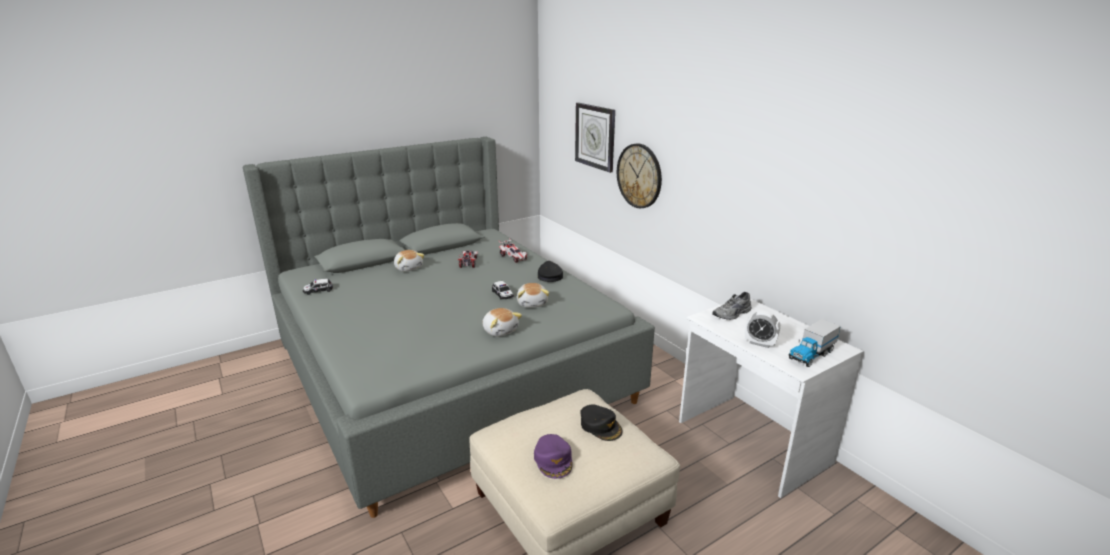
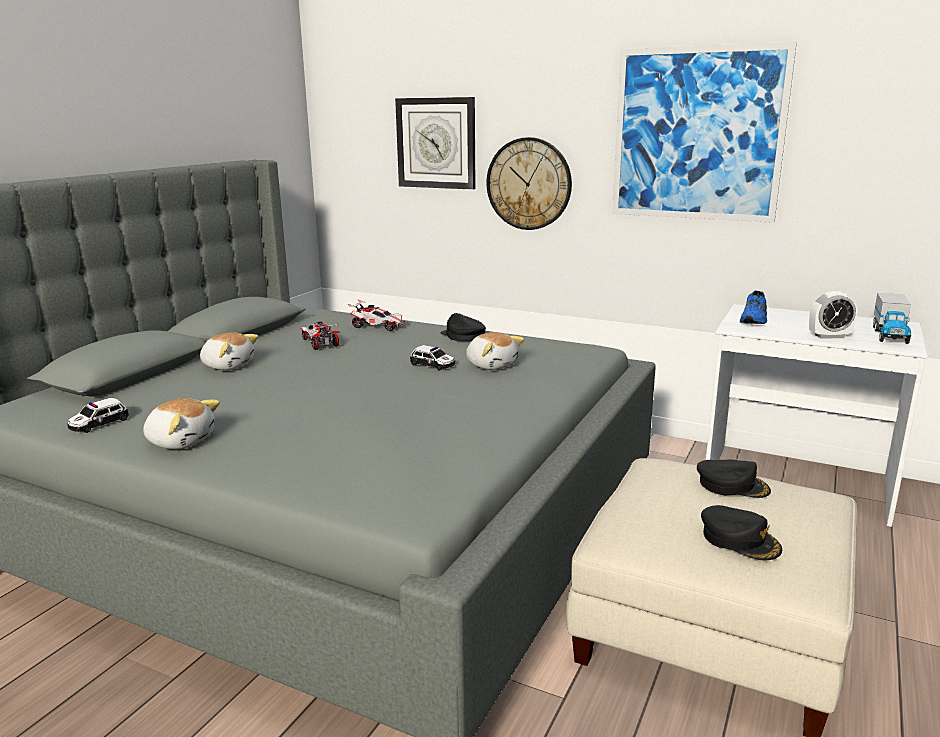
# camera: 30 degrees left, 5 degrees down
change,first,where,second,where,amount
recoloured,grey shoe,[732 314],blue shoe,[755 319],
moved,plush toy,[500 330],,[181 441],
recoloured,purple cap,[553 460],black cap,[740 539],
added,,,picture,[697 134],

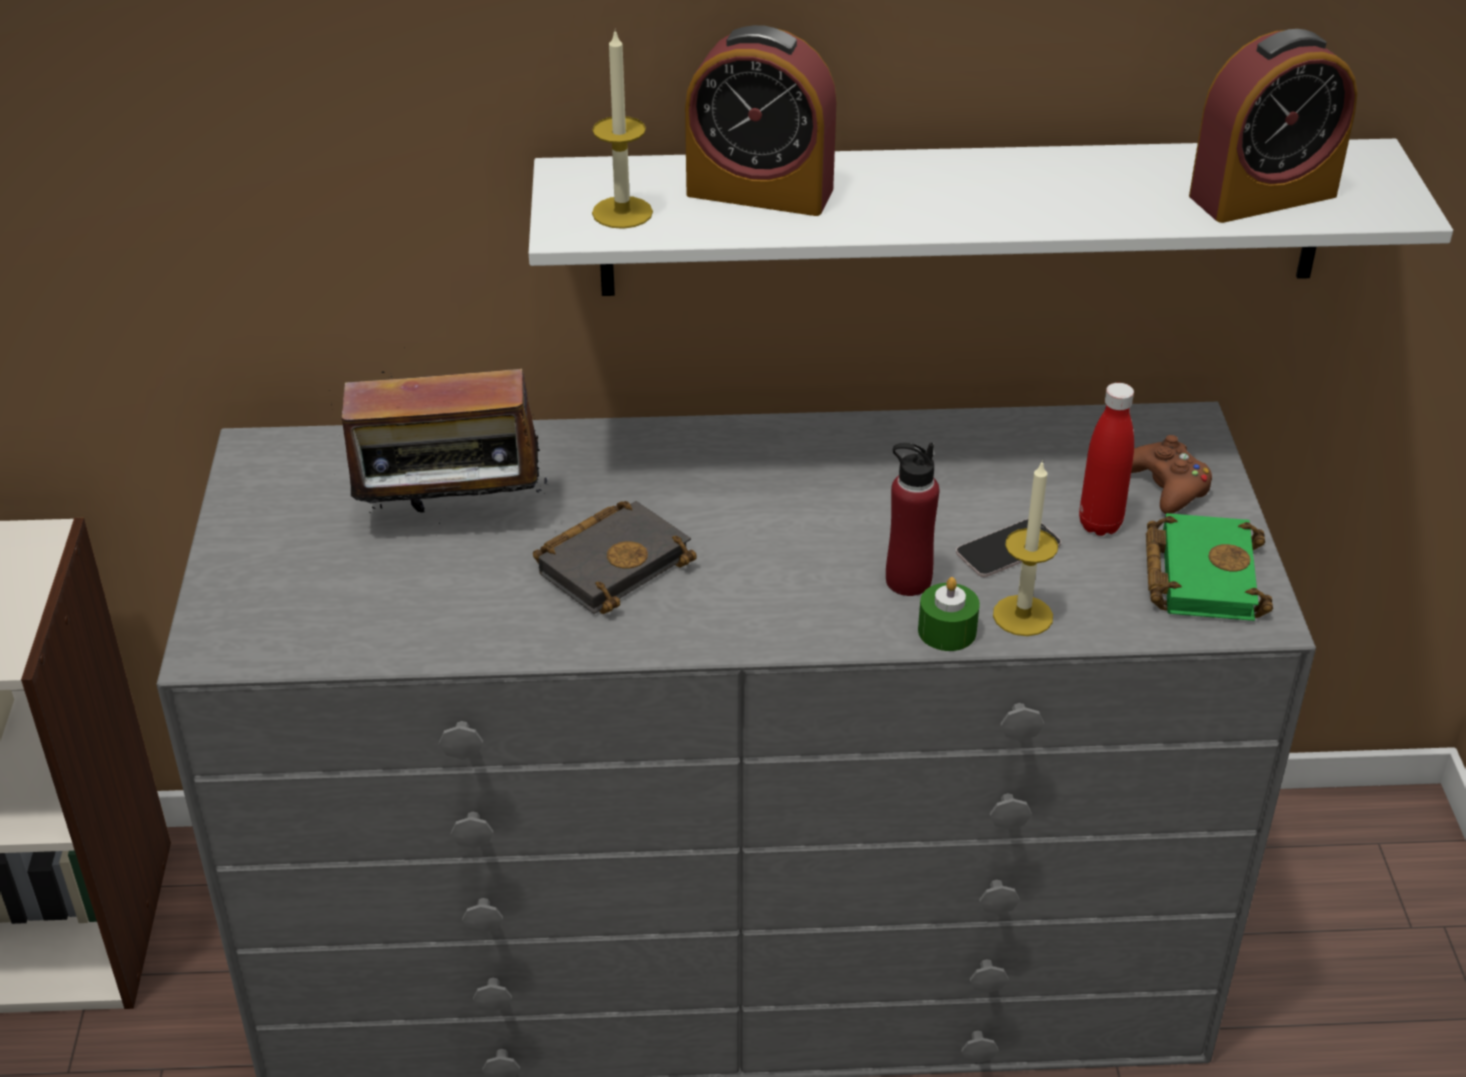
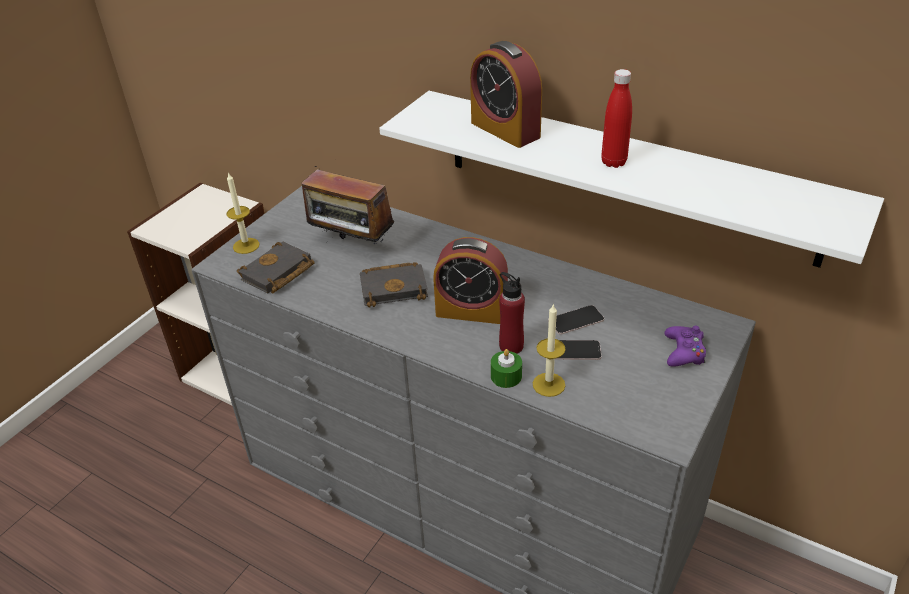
# camera: 35 degrees right, 0 degrees up
change,first,where,second,where,amount
moved,candle,[622 212],,[246 246],
moved,alarm clock,[1262 195],,[471 311],
moved,red bottle,[1100 524],,[613 162],
recoloured,brown game controller,[1166 486],purple game controller,[684 352],
removed,green book,[1199 574],,,
added,,,black book,[277 274],
added,,,phone,[576 320],

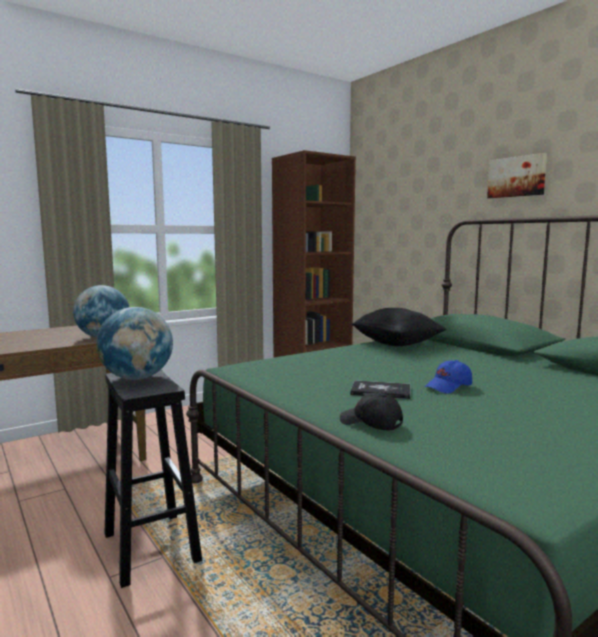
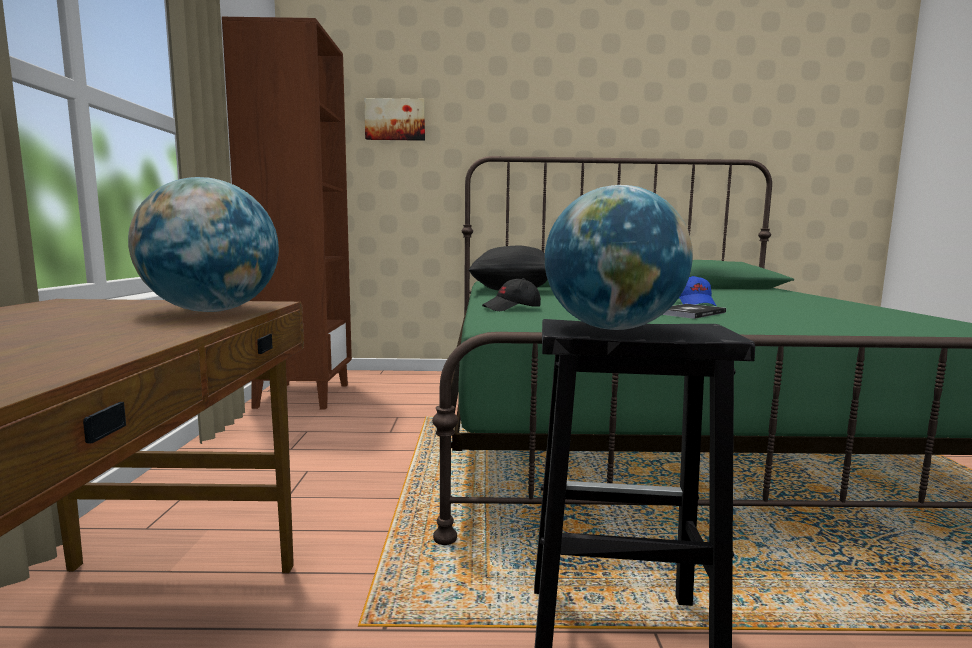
# camera: 55 degrees left, 0 degrees up
change,first,where,second,where,amount
moved,picture,[517 177],,[395 120],
moved,black cap,[370 424],,[512 309],

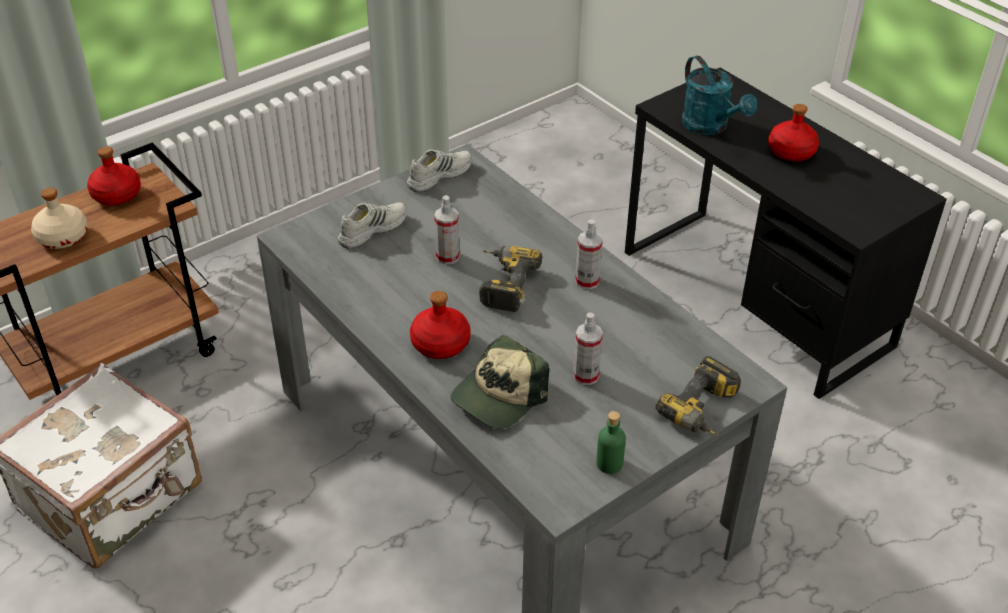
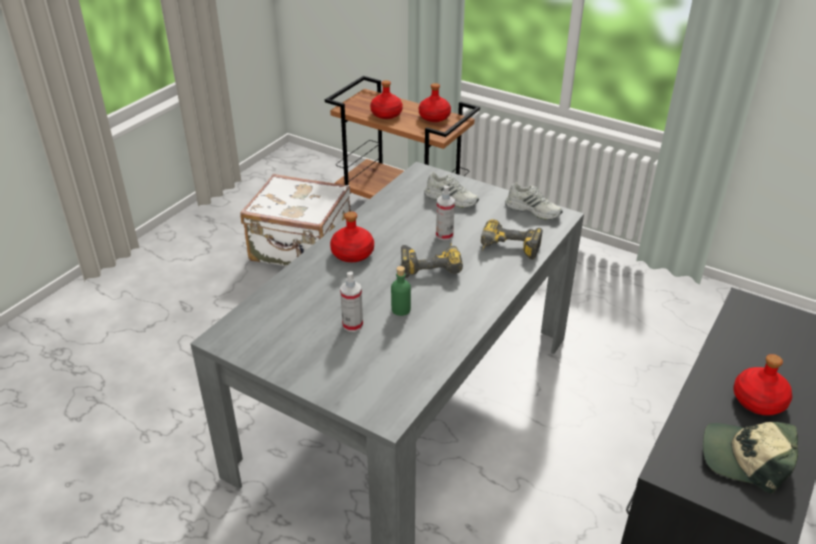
# camera: 70 degrees right, 5 degrees down
change,first,where,second,where,amount
removed,turquoise watering can,[710 127],,,
recoloured,beige bottle,[63 237],red bottle,[386 114],
removed,spray bottle,[587 281],,,
moved,cap,[499 396],,[745 458],
moved,power drill,[704 412],,[508 250],
moved,green bottle,[609 463],,[401 309],

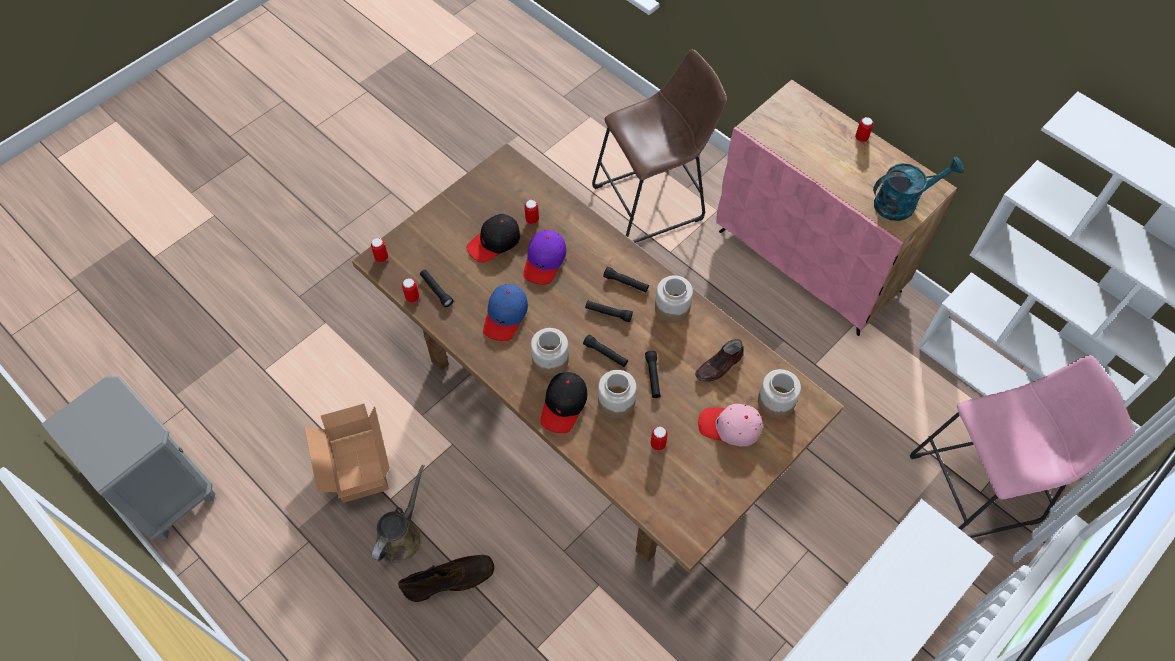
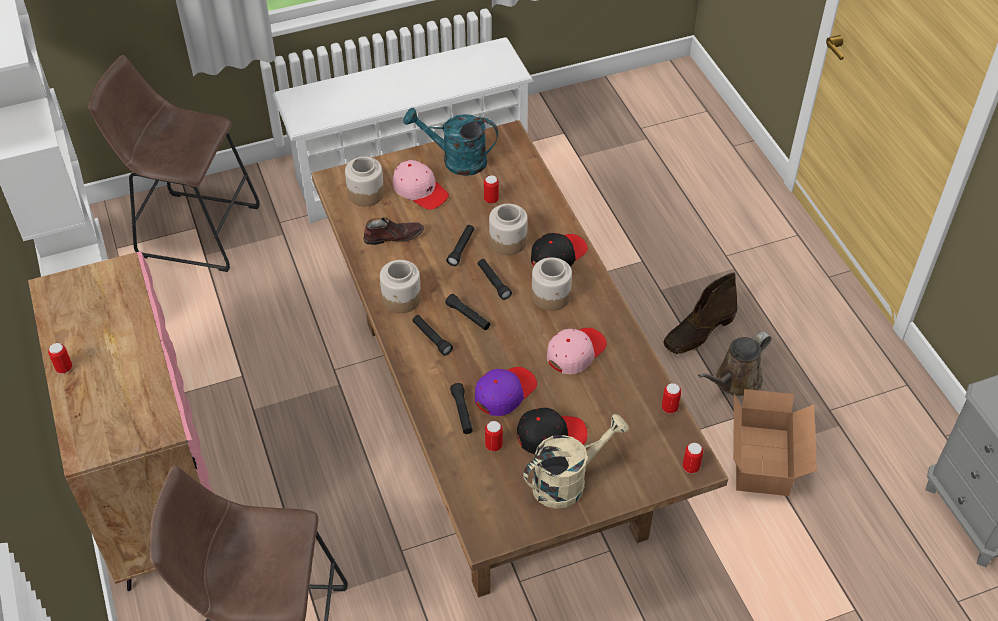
# camera: 155 degrees left, 10 degrees down
change,first,where,second,where,amount
moved,turquoise watering can,[902 203],,[456 160],
moved,black flashlight,[436 290],,[462 412],
recoloured,blue cap,[505 316],pink cap,[575 352],
recoloured,pink stool,[981 488],brown stool,[192 229],
turned,brown boot,[450 579],,[699 331],45 degrees counterclockwise
added,,,beige watering can,[567 481],

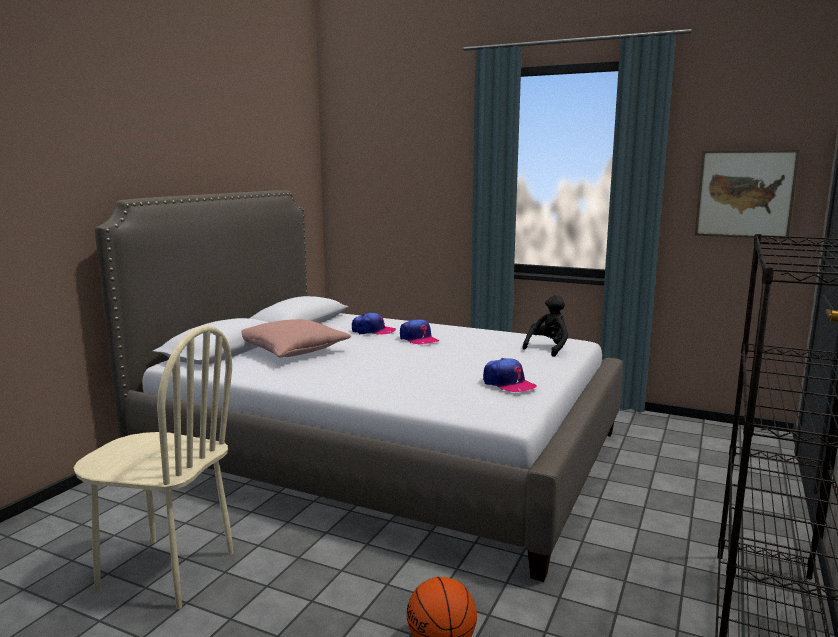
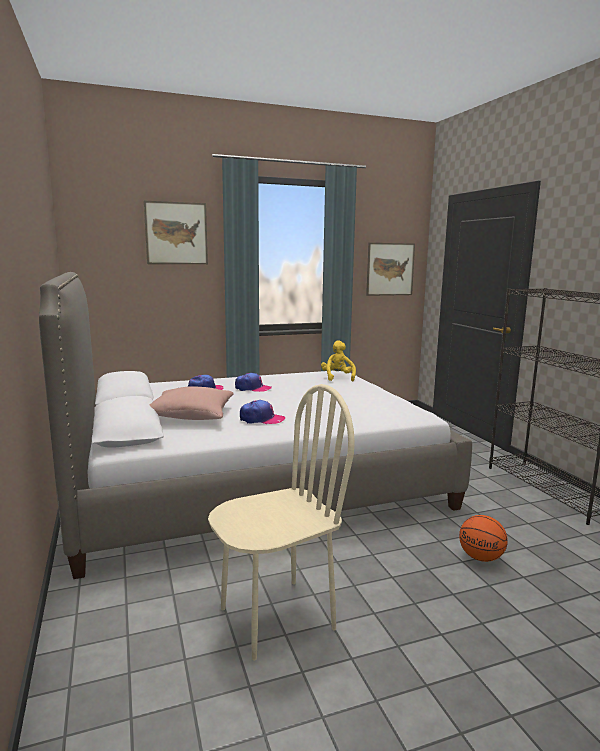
# camera: 45 degrees left, 0 degrees up
change,first,where,second,where,amount
recoloured,black plush toy,[548 348],yellow plush toy,[337 377],
moved,cap,[508 384],,[261 419],
added,,,picture,[176 233],

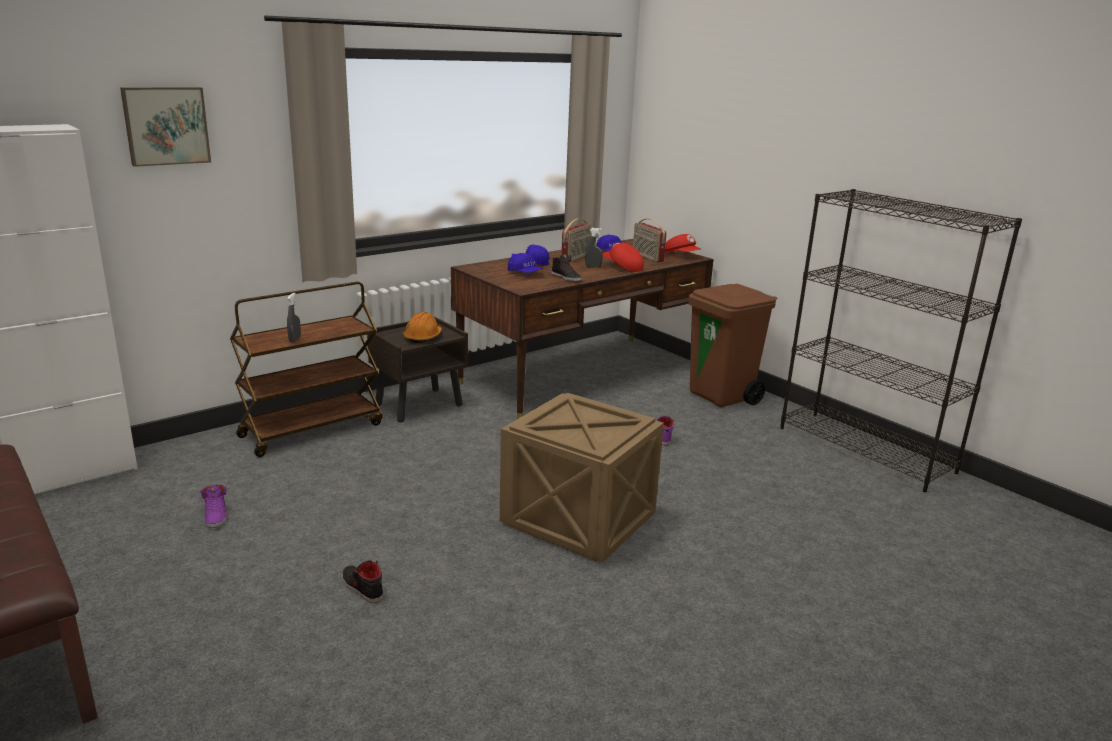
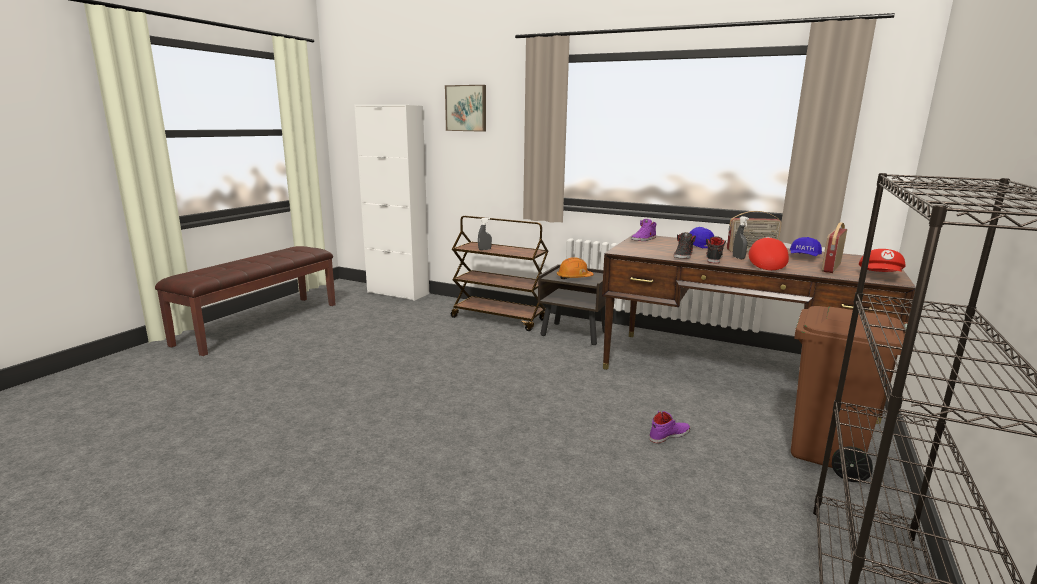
# camera: 65 degrees right, 5 degrees down
change,first,where,second,where,amount
removed,blue cap,[525 273],,,
removed,crate,[576 519],,,
moved,purple shoe,[216 515],,[643 239],
moved,black shoe,[361 587],,[713 258],

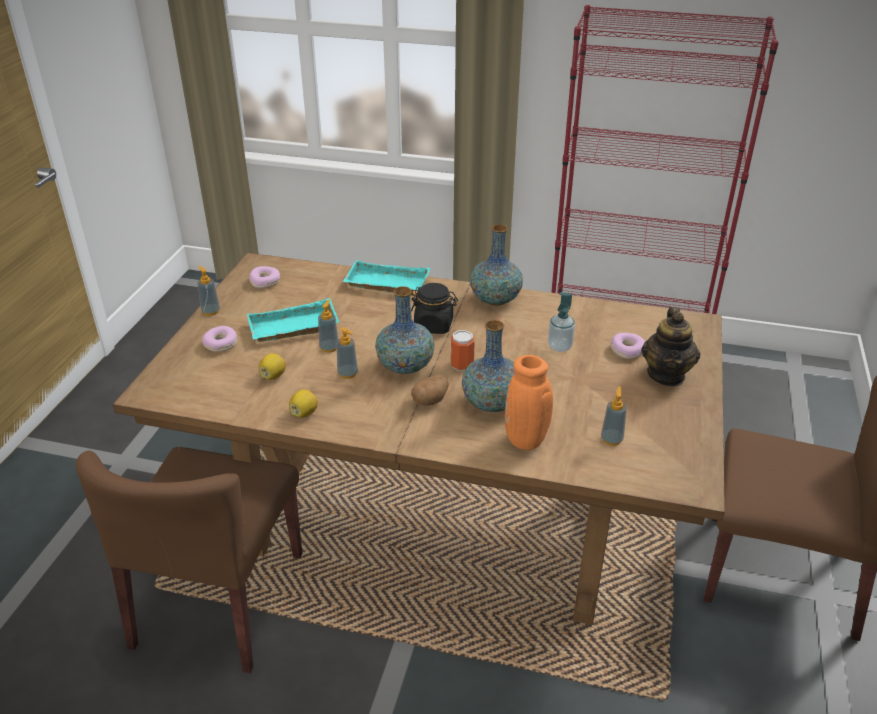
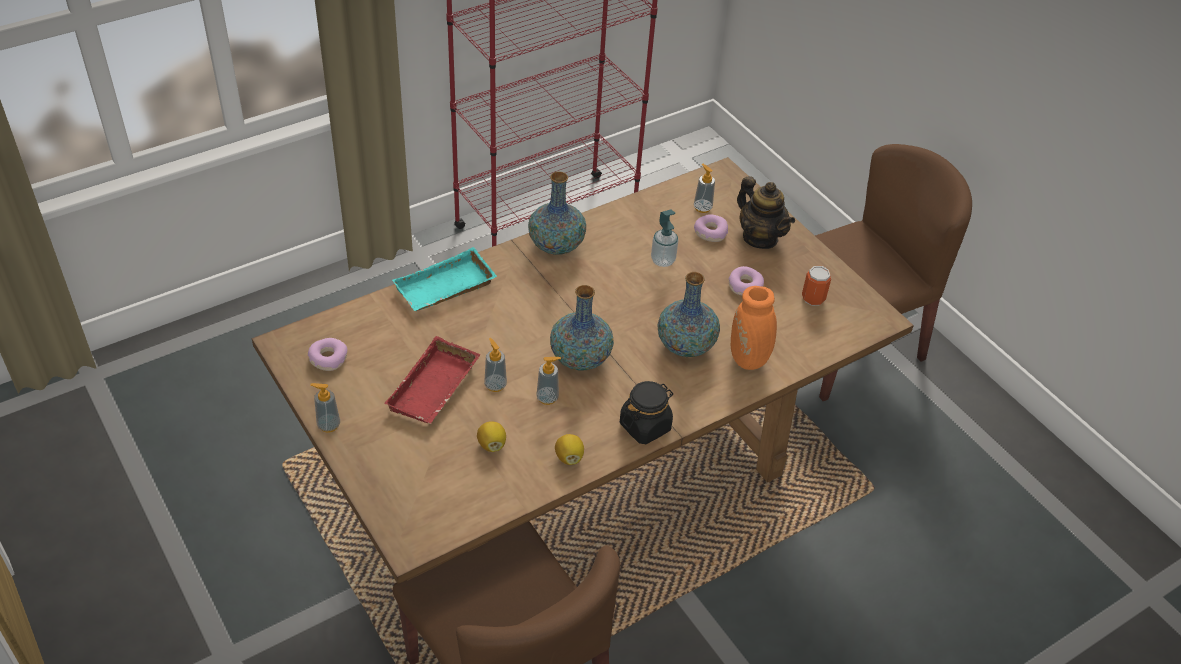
# camera: 50 degrees left, 10 degrees up
change,first,where,second,where,amount
moved,black jar,[434 325],,[645 426],
recoloured,turquoise tray,[293 329],red tray,[435 389],
moved,donut,[221 344],,[745 286],
moved,can,[462 365],,[813 298],
removed,potato,[430 400],,,
moved,soap dispenser,[611 439],,[702 208],

